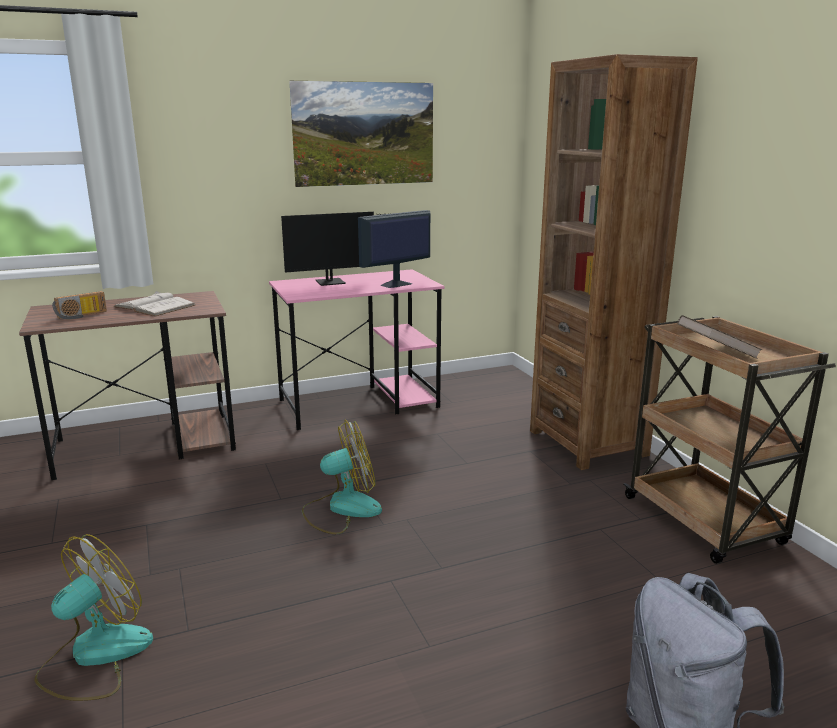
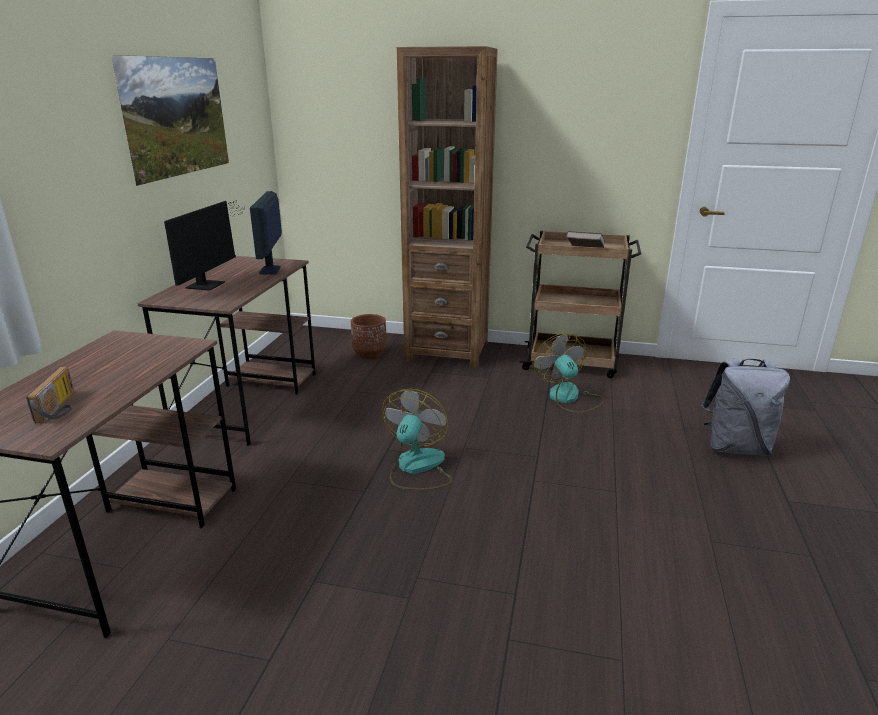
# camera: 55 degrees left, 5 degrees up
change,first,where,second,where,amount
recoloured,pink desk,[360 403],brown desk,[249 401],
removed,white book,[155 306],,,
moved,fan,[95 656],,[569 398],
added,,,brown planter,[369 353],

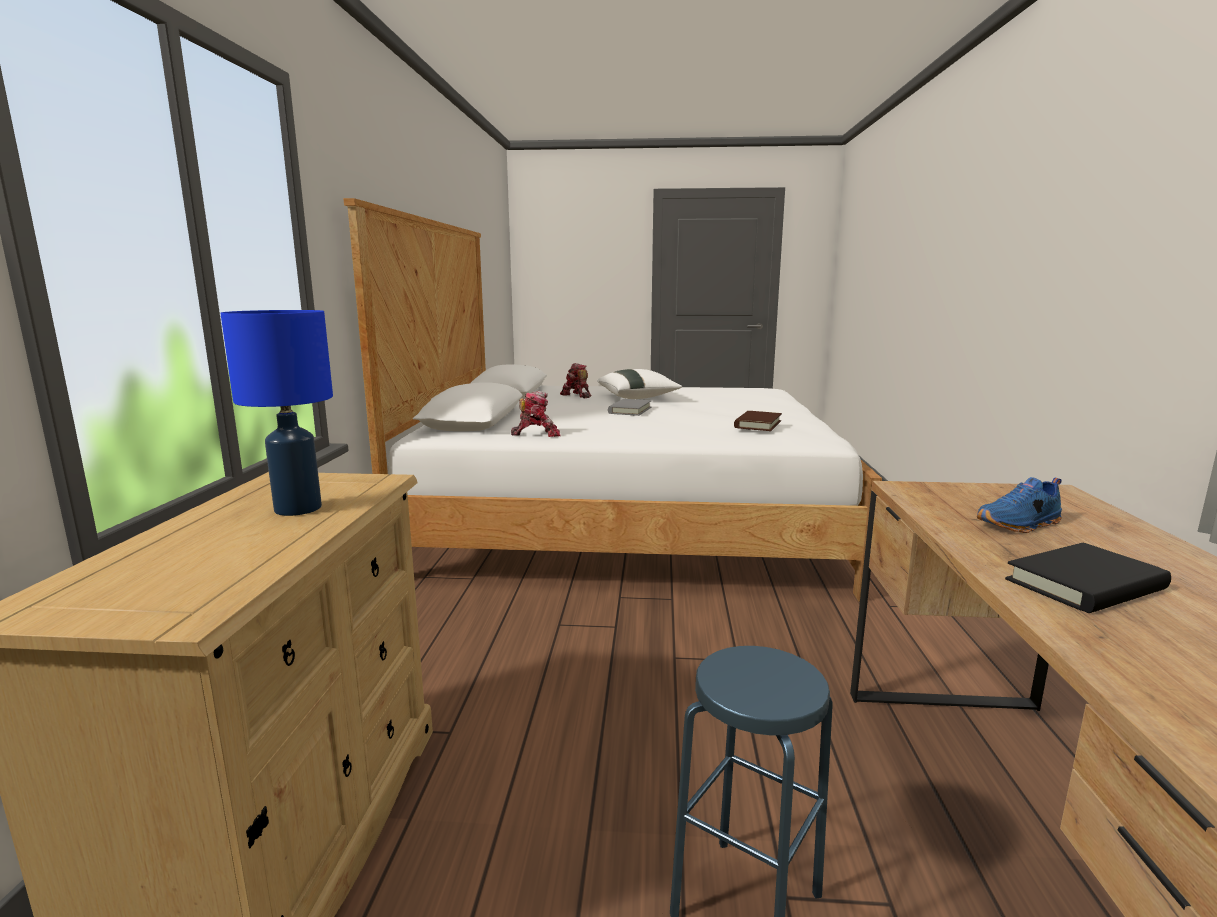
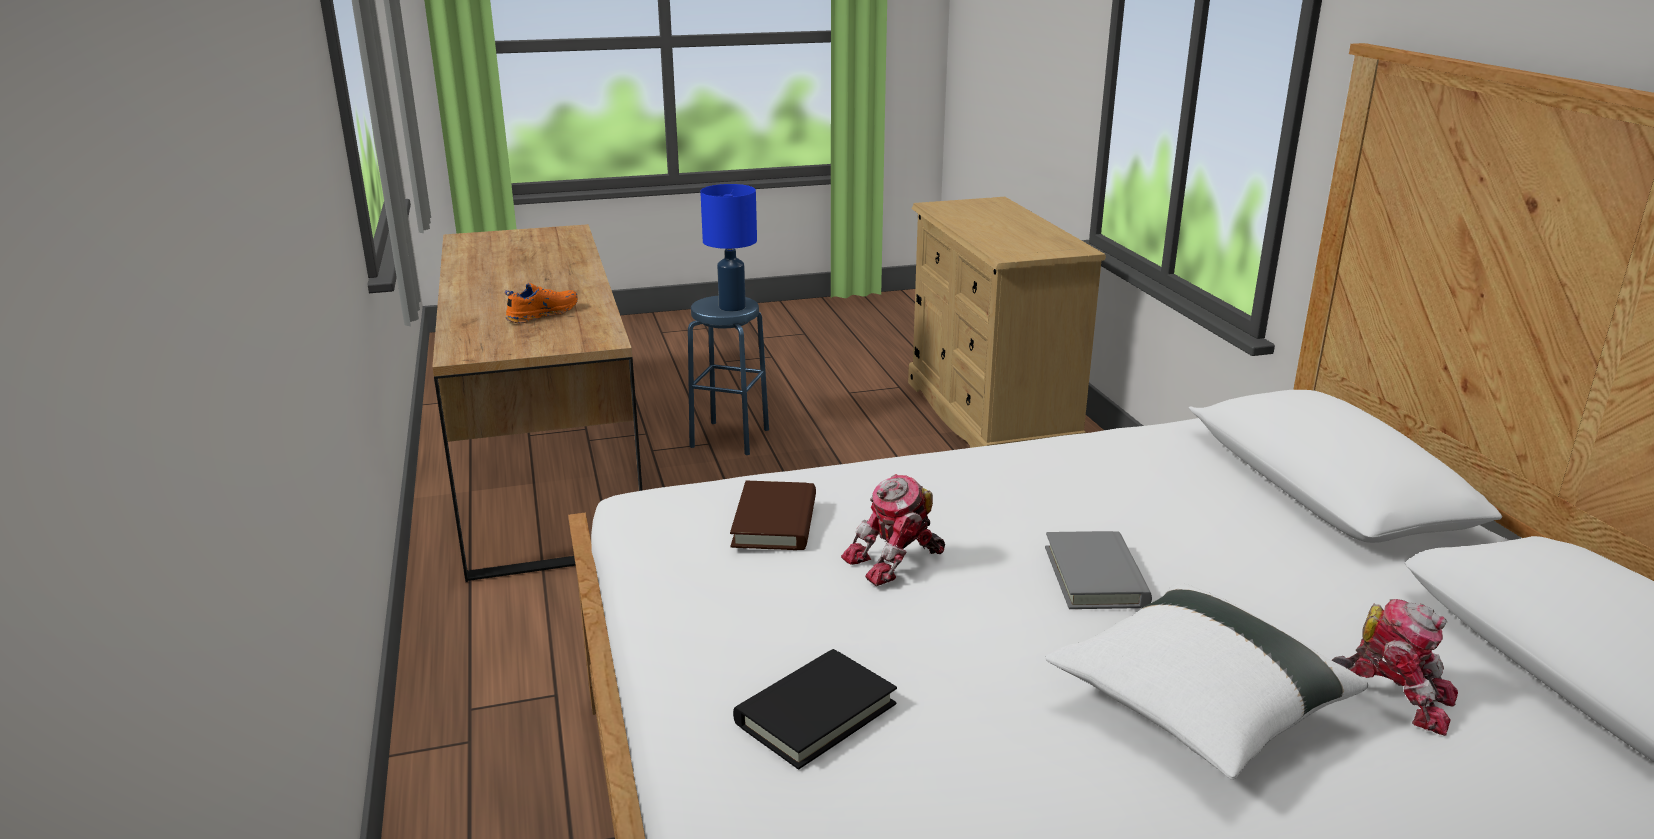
# camera: 160 degrees right, 10 degrees up
change,first,where,second,where,amount
moved,blue table lamp,[299 508],,[731 307],
moved,toy robot,[537 434],,[896 560],
recoloured,blue shoe,[1020 525],orange shoe,[542 314],
moved,black book,[1085 585],,[815 713],

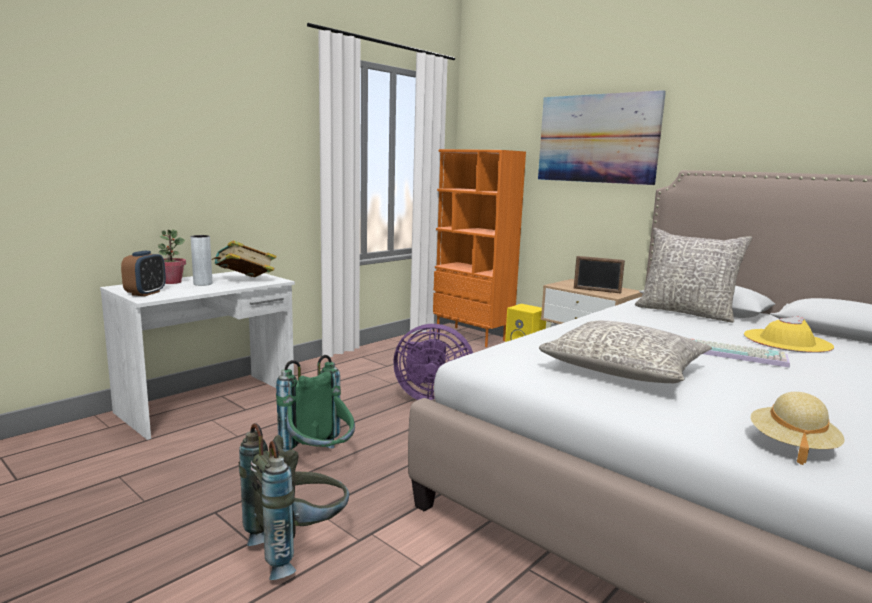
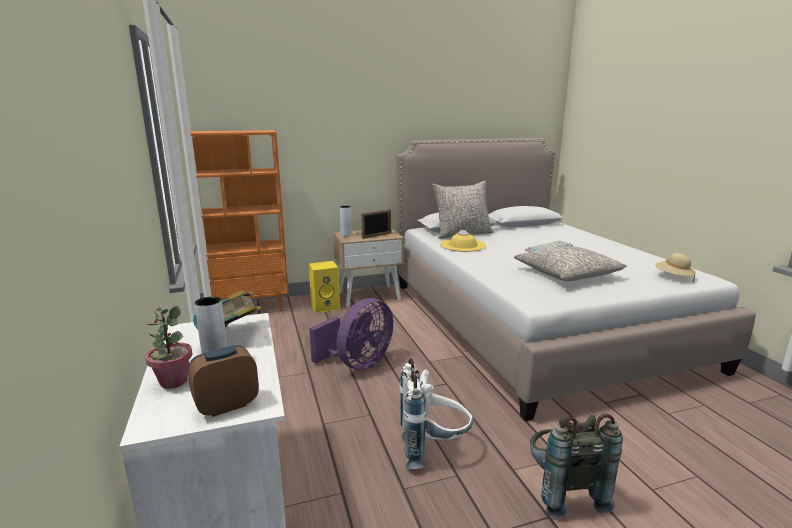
# camera: 60 degrees left, 5 degrees up
change,first,where,second,where,amount
removed,picture,[597 139],,,
turned,alarm clock,[146 293],,[227 405],75 degrees counterclockwise
moved,yellow hat,[787 341],,[463 245],
recoloured,green backpack,[319 462],white backpack,[433 449],
added,,,grey vase,[346 235],

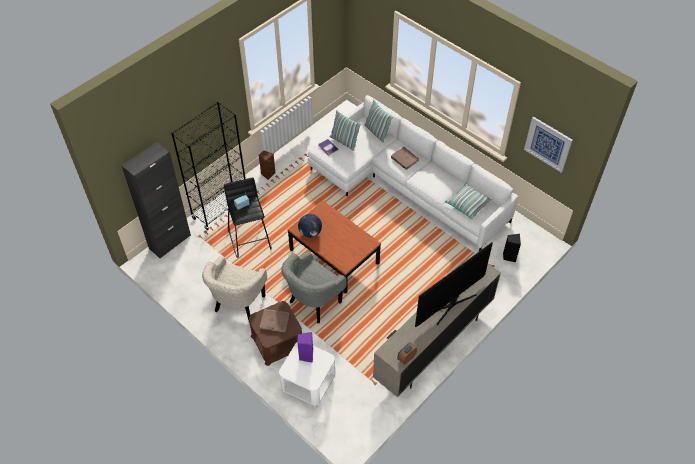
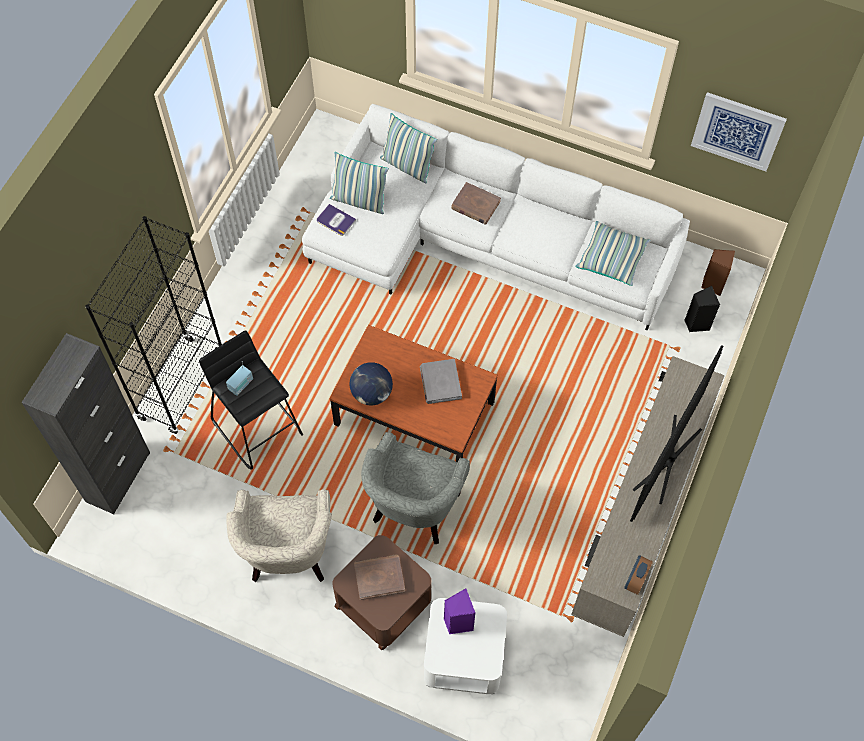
# camera: 20 degrees left, 10 degrees up
change,first,where,second,where,amount
moved,brown speaker,[267 174],,[712 284],
added,,,grey book,[440 382],

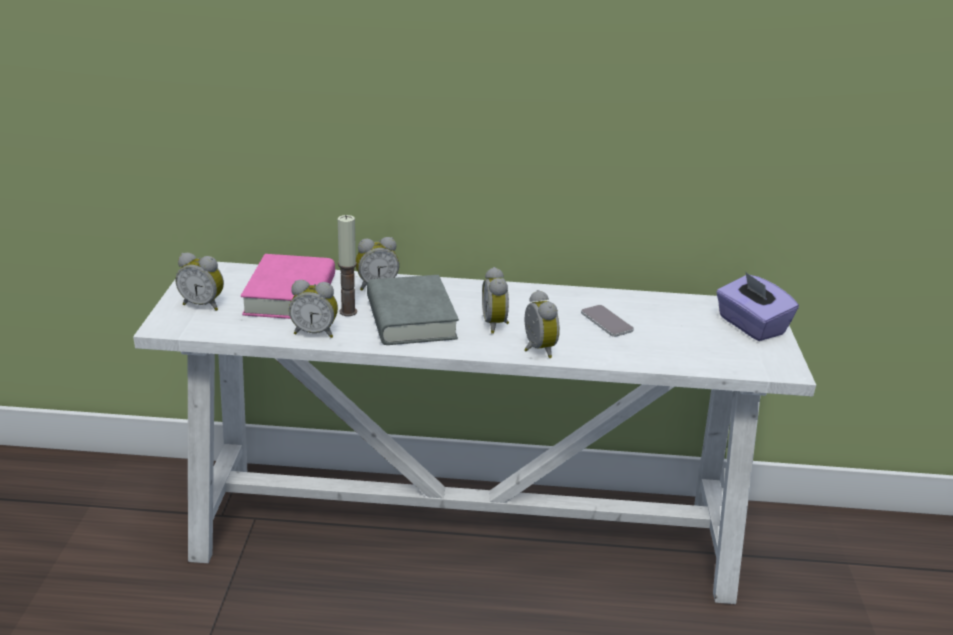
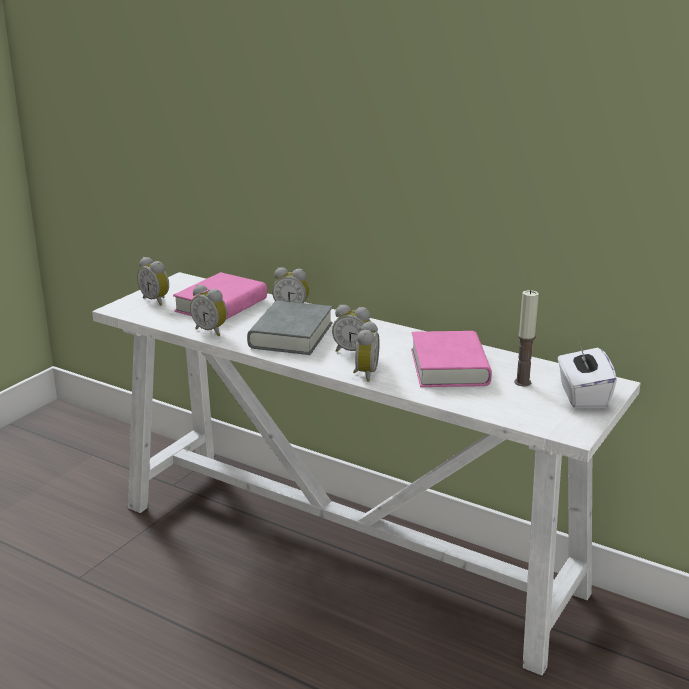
# camera: 30 degrees right, 5 degrees down
change,first,where,second,where,amount
moved,candle,[348 312],,[522 382],
turned,alarm clock,[496 324],,[353 351],90 degrees counterclockwise
recoloured,purple tissue box,[750 326],white tissue box,[582 395],
replaced,phone,[606 322],pink book,[449 367],

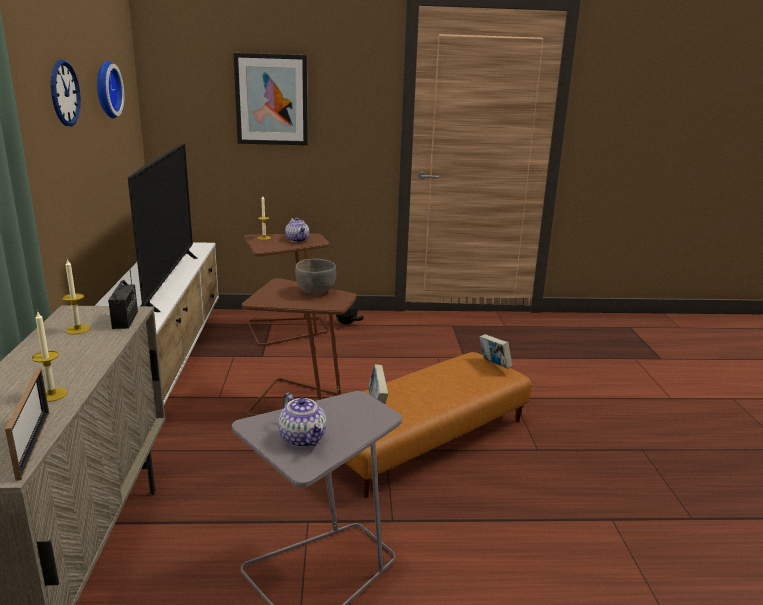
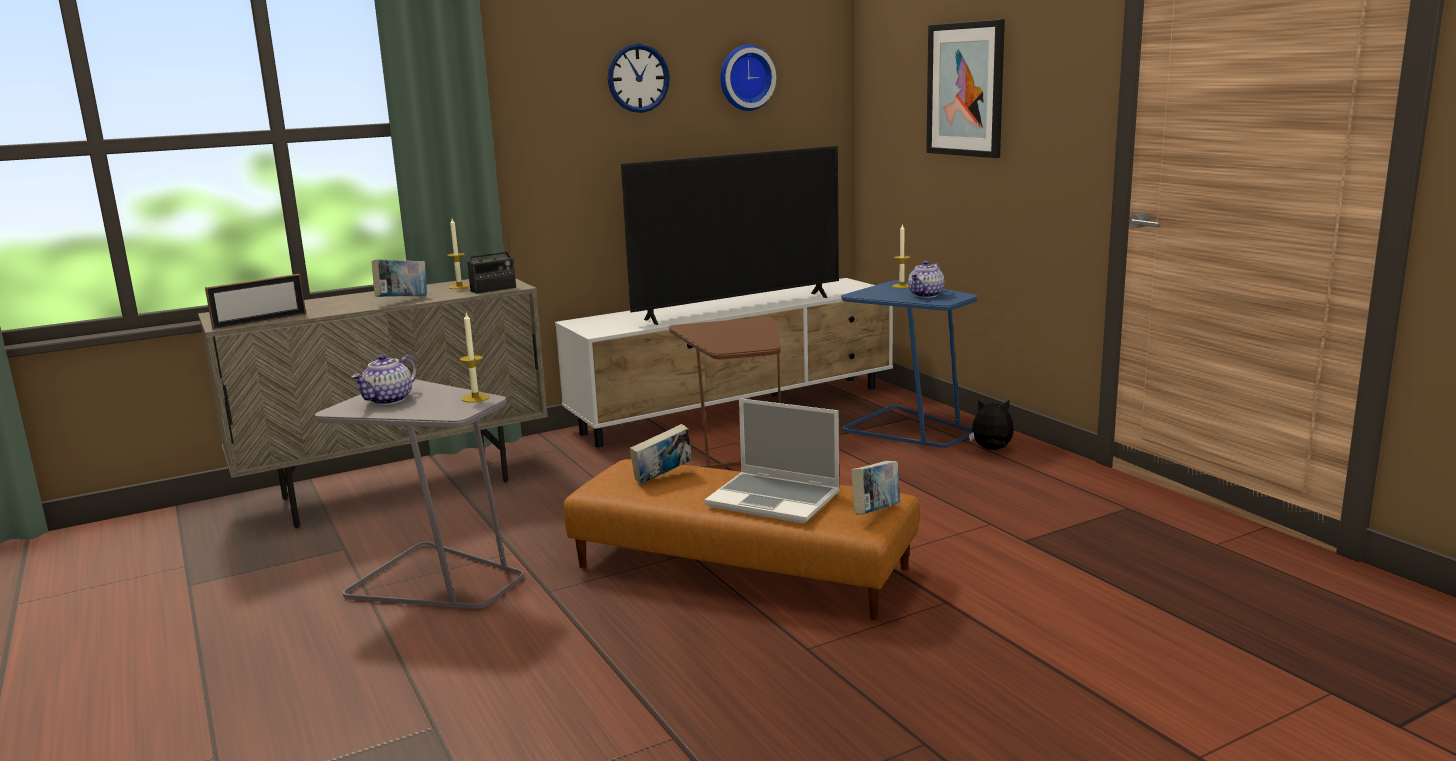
# camera: 65 degrees right, 5 degrees down
change,first,where,second,where,amount
recoloured,brown side table,[287 330],blue side table,[909 429],
removed,grey bowl,[315 292],,,
moved,candle,[52 394],,[475 398],
added,,,book,[402 300],
added,,,laptop,[775 500],

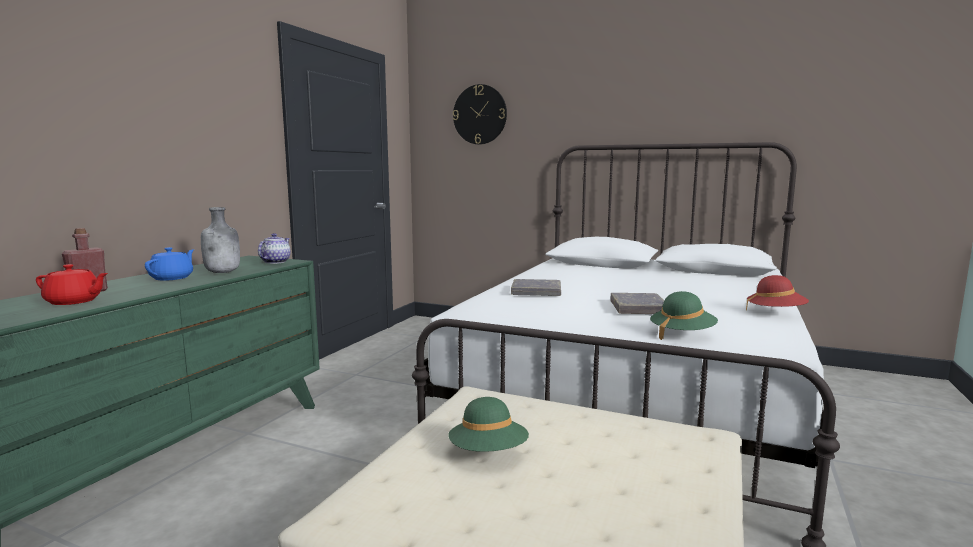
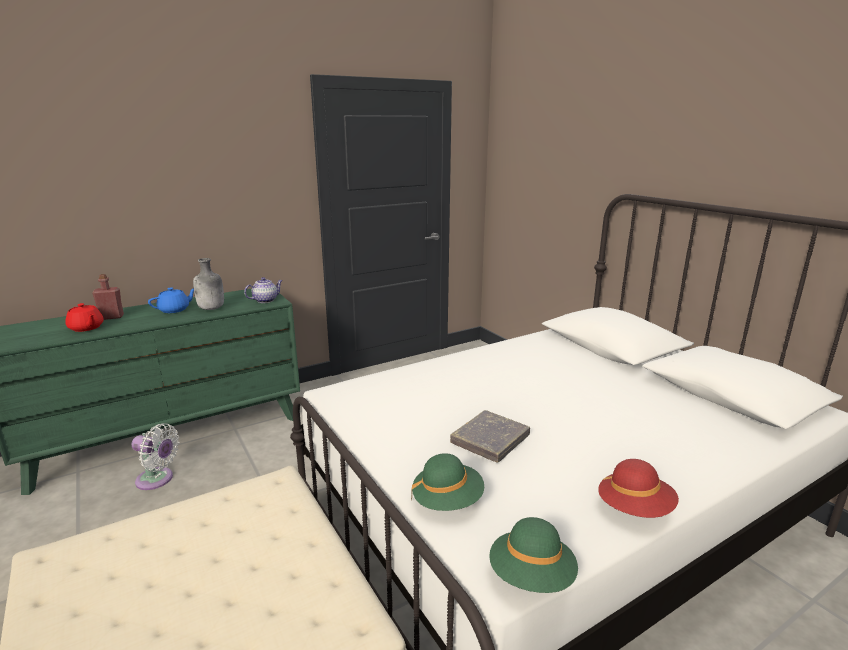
# camera: 35 degrees right, 10 degrees up
change,first,where,second,where,amount
removed,wall clock,[480 114],,,
removed,grey book,[536 292],,,
moved,green hat,[488 453],,[531 577],
added,,,white fan,[157 480],

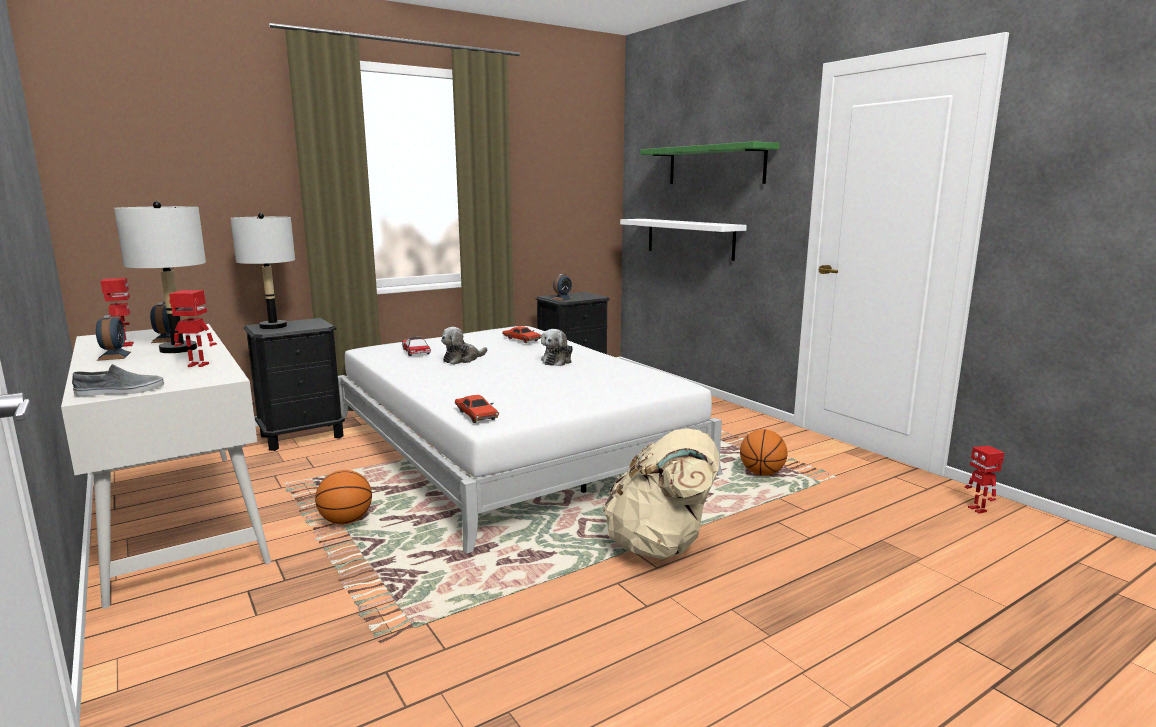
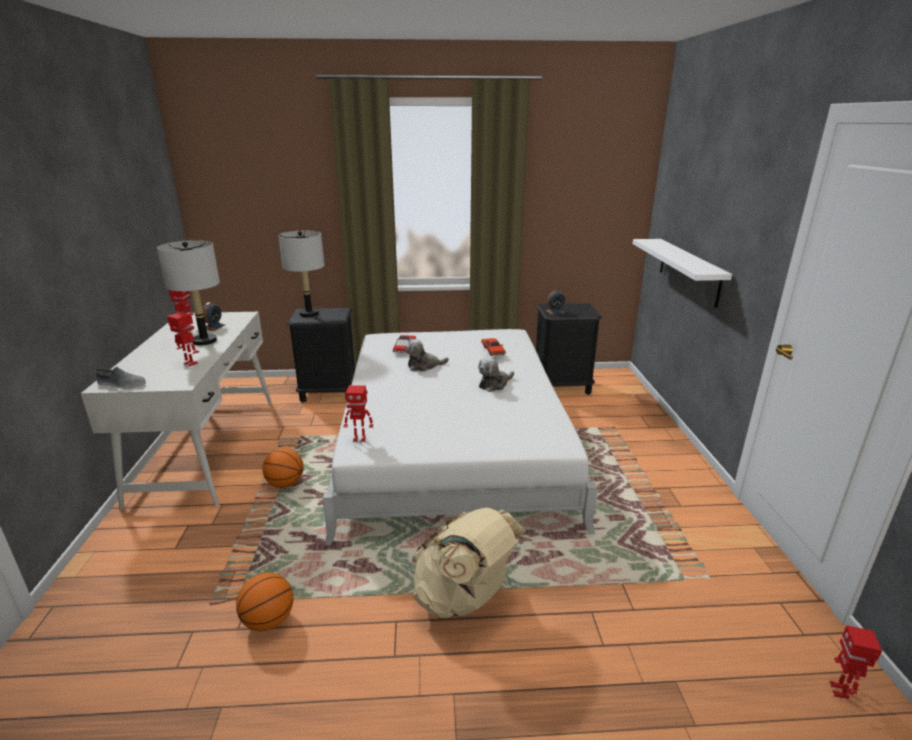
# camera: 30 degrees right, 10 degrees up
change,first,where,second,where,amount
removed,green shelf,[715 165],,,
removed,alarm clock,[114 356],,,
replaced,red toy car,[476 415],toy robot,[359 438],
moved,basketball,[761 473],,[269 620],

